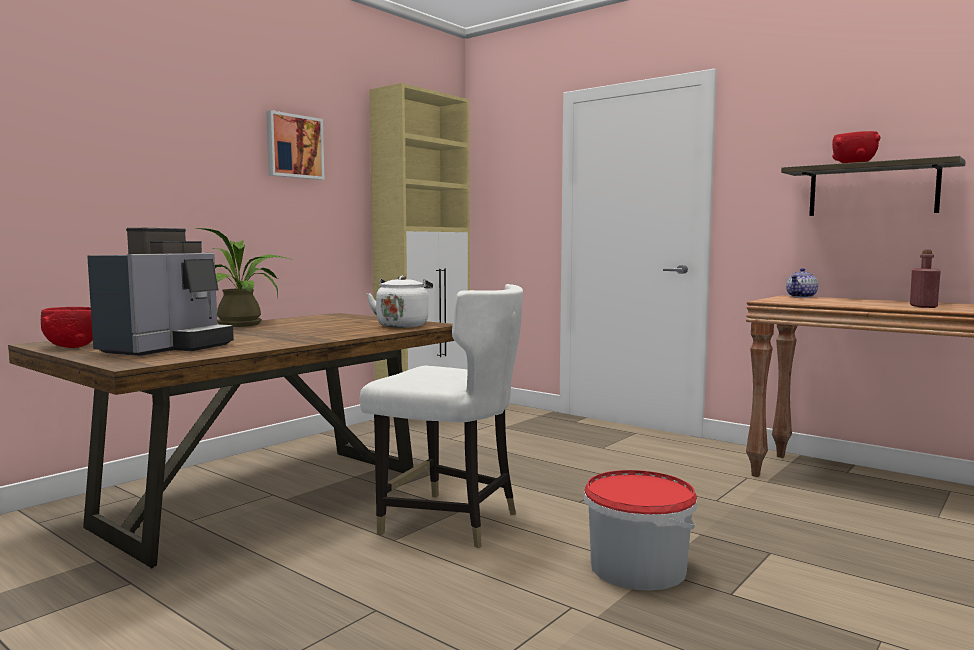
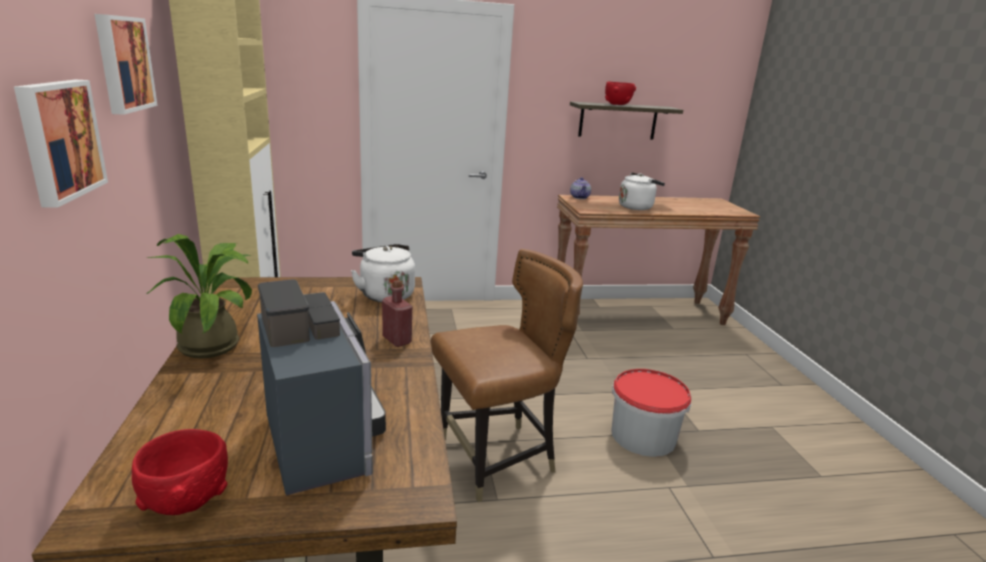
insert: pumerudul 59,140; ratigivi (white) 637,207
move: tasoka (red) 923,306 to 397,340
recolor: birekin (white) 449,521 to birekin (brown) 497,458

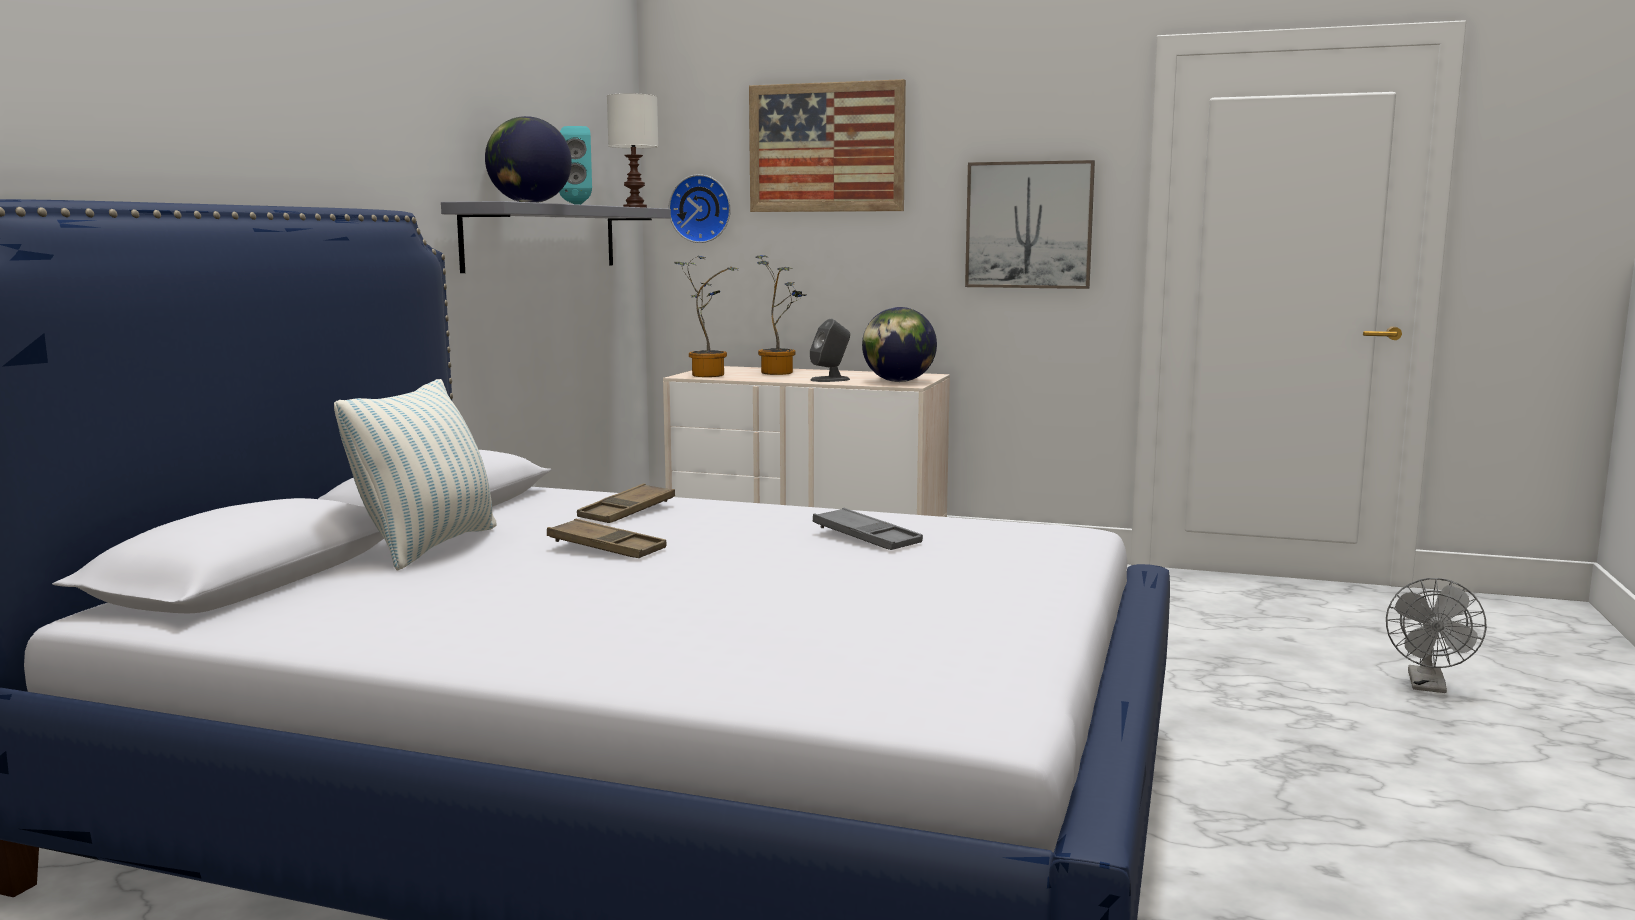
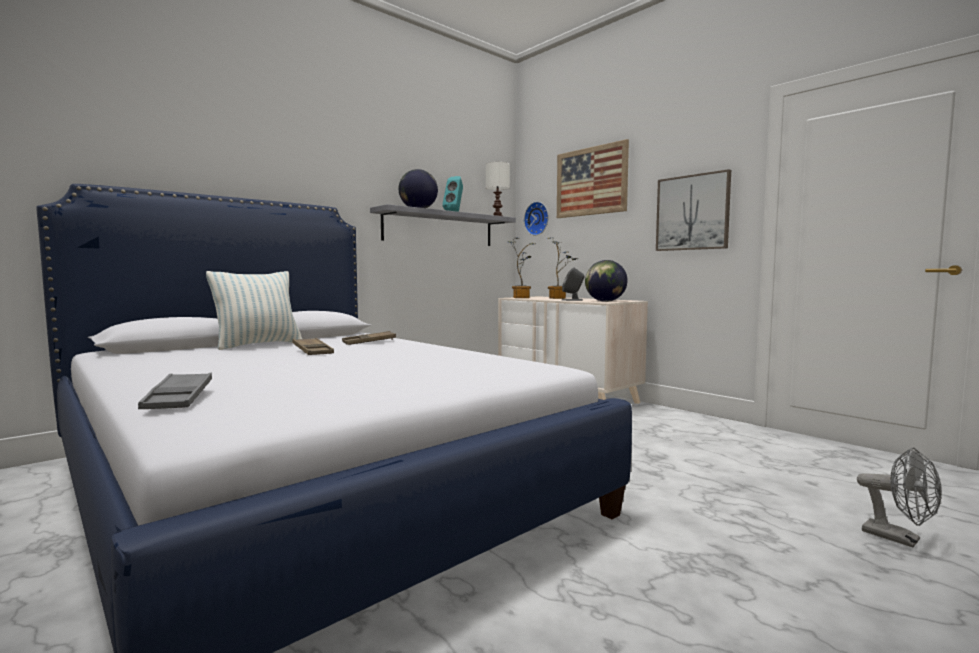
move: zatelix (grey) 866,538 to 179,398
rotate: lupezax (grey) 1428,686 = 900,538 90 degrees counterclockwise

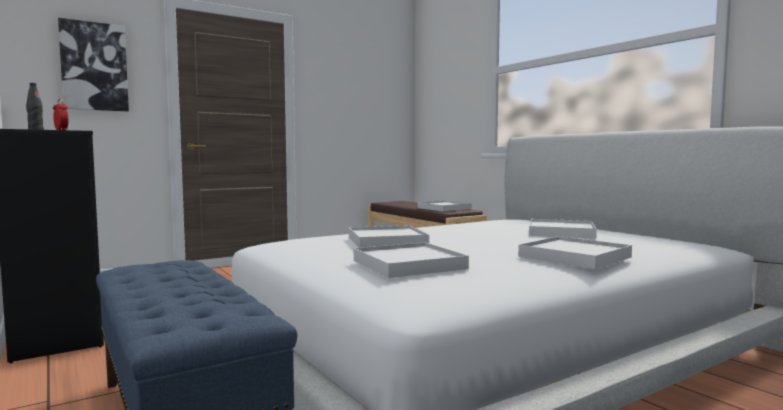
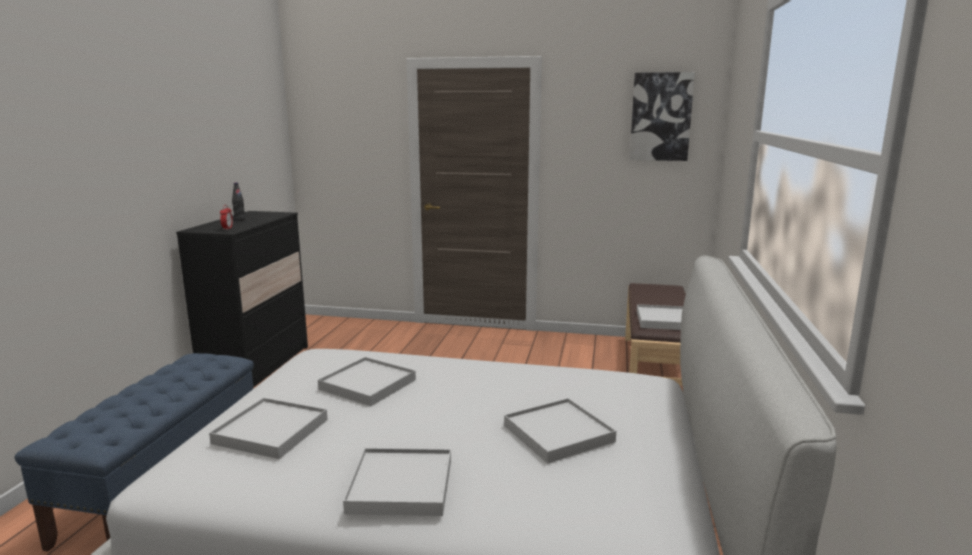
move: pumerudul 94,66 to 660,117

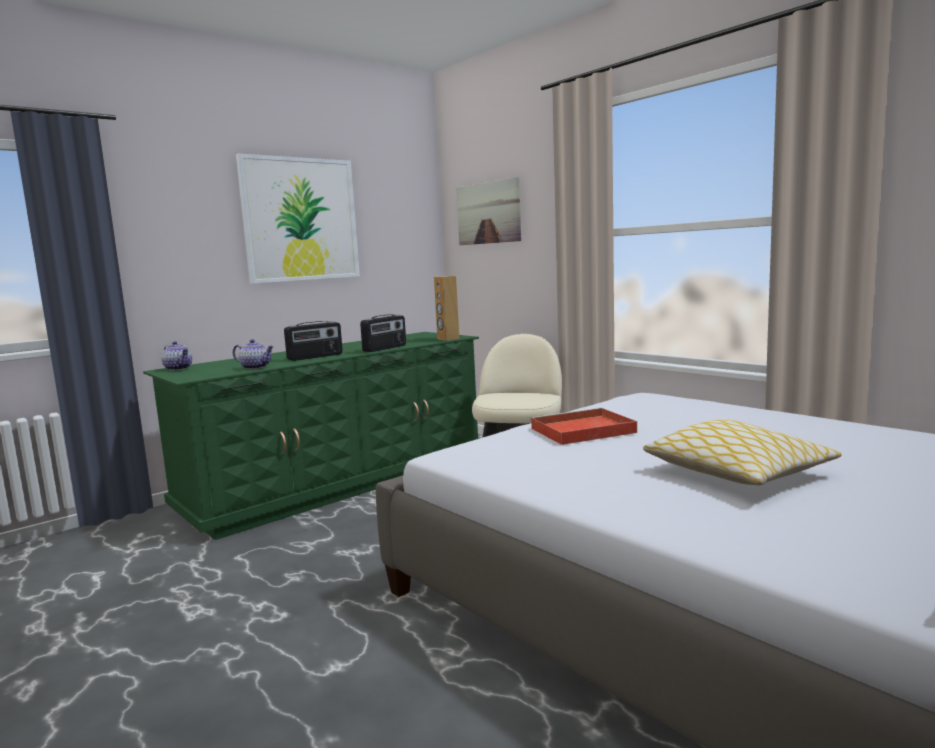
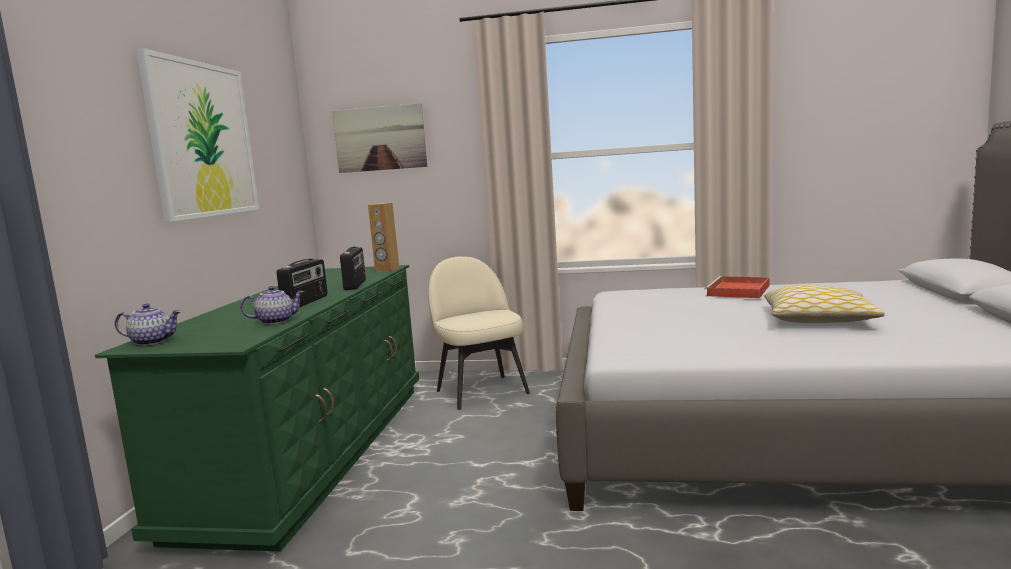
move: zatelix (red) 581,431 to 738,291

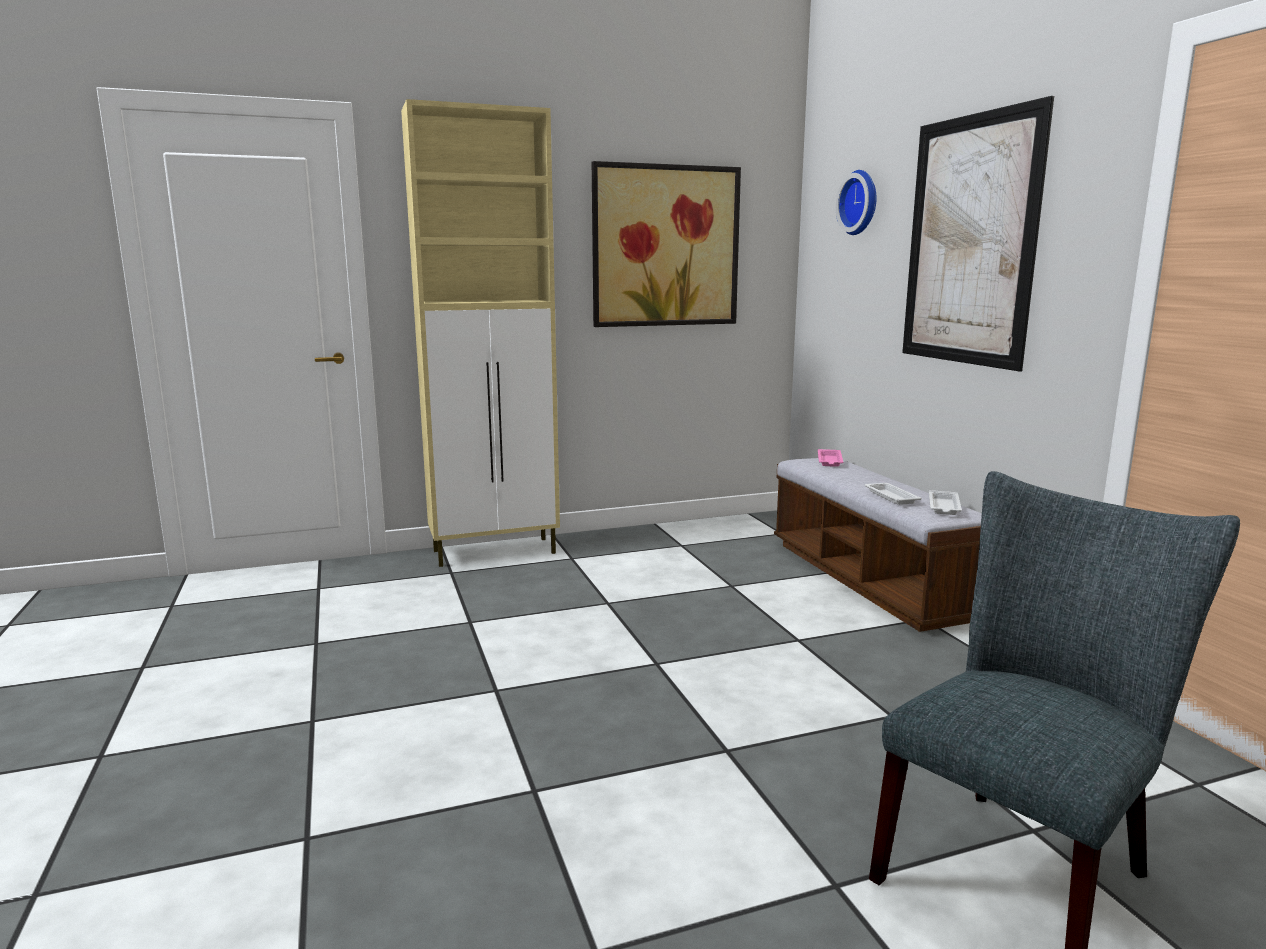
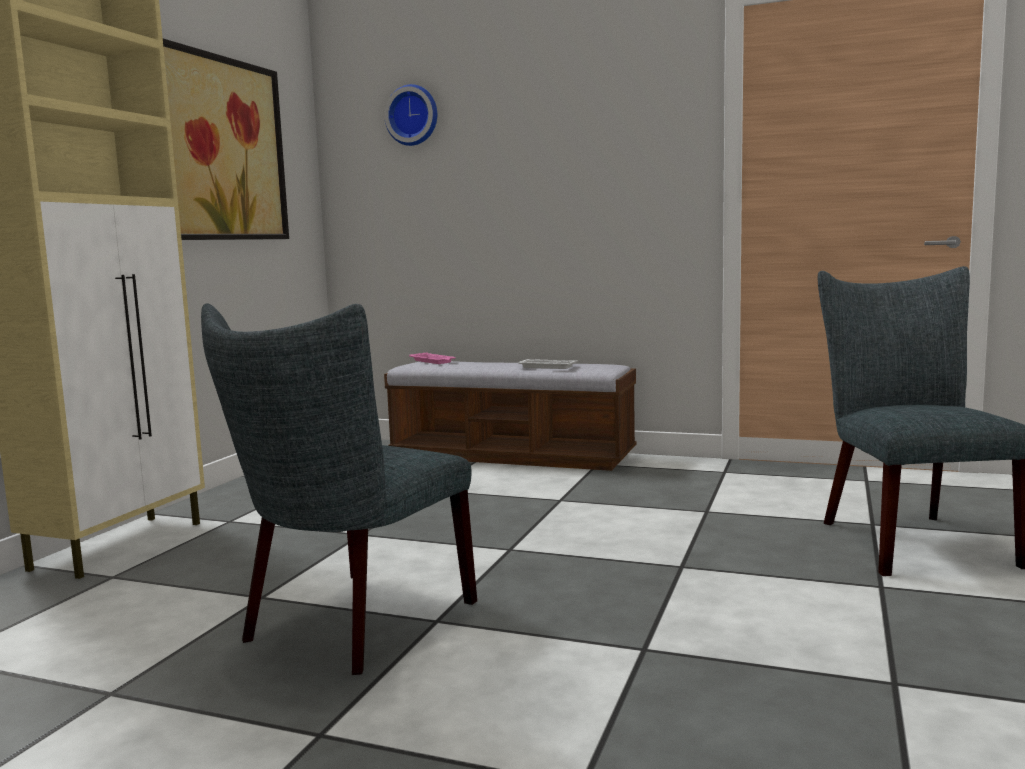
delete: pumerudul 969,241; zatelix (white) 944,507
insert: birekin (grey) 350,625

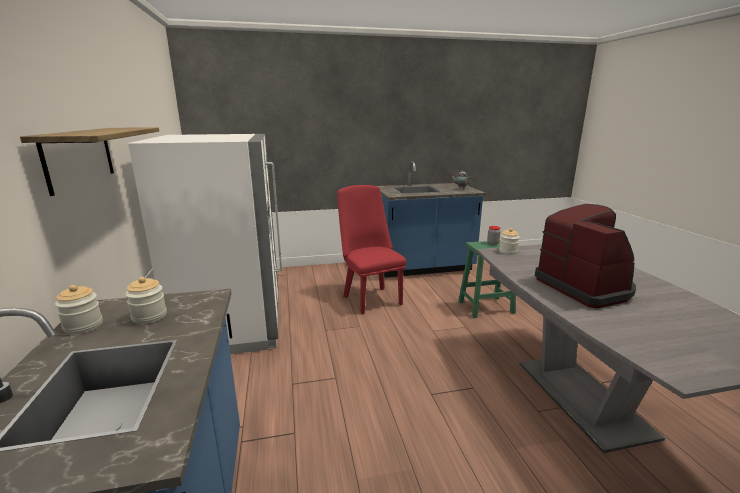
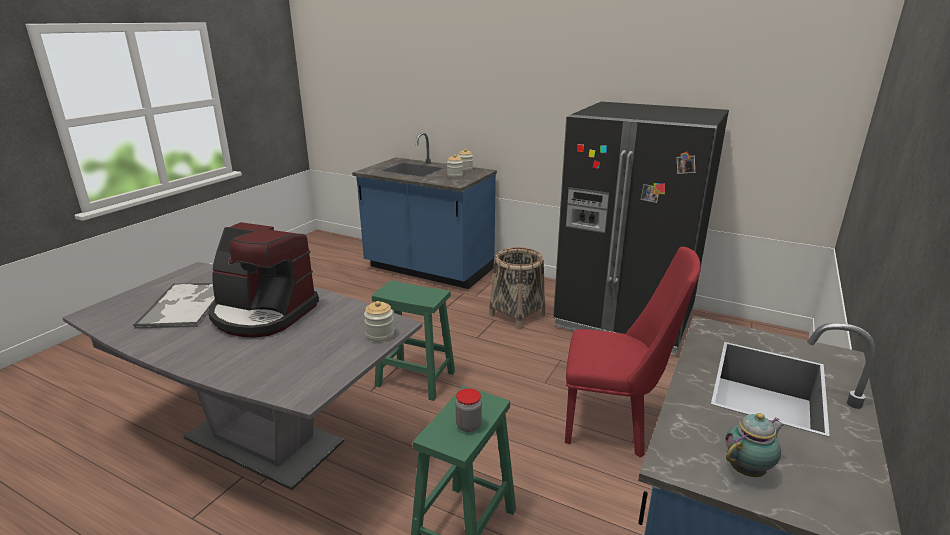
delete: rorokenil 80,157
insert: zatelix 185,305; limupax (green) 417,379; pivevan 517,315
recolor: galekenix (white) 233,325 to galekenix (black) 624,319

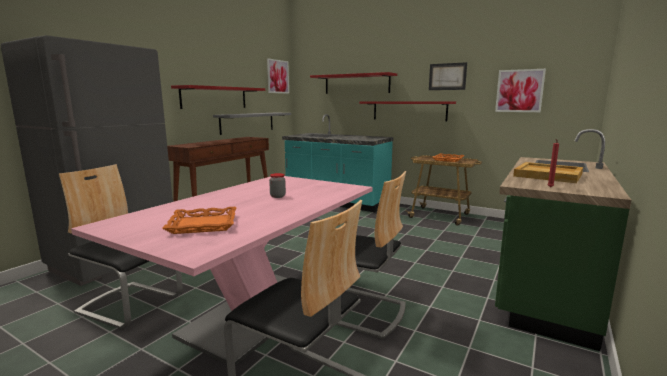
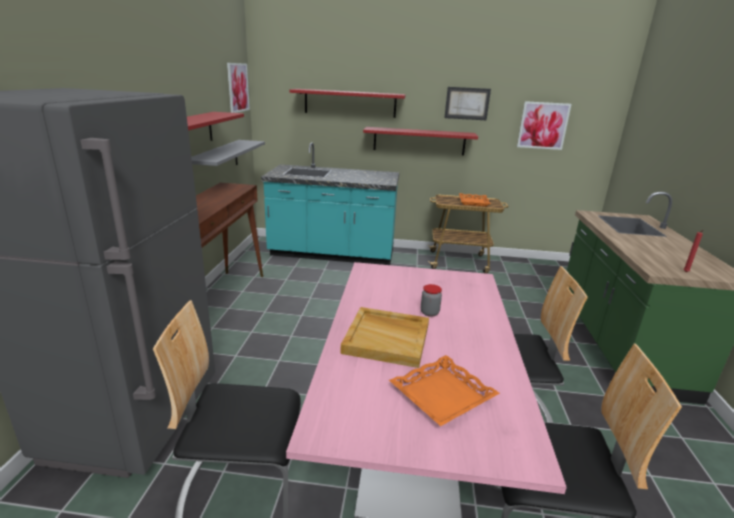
move: zatelix (beige) 548,175 to 387,339

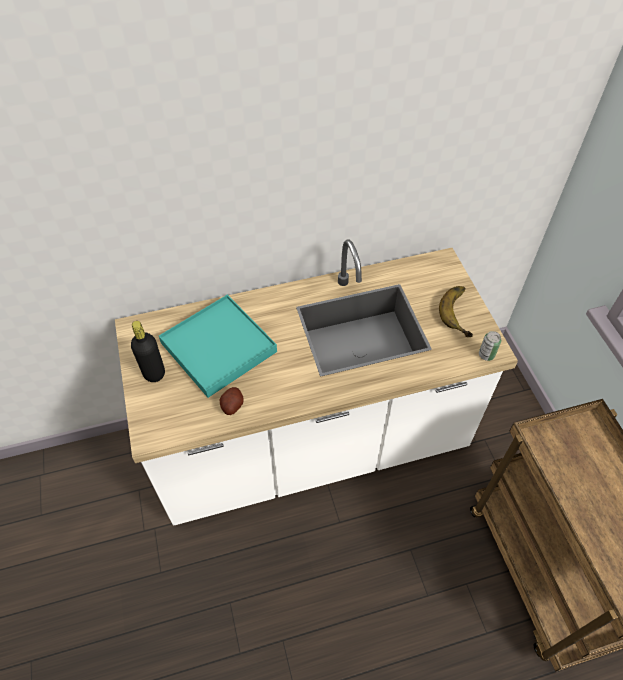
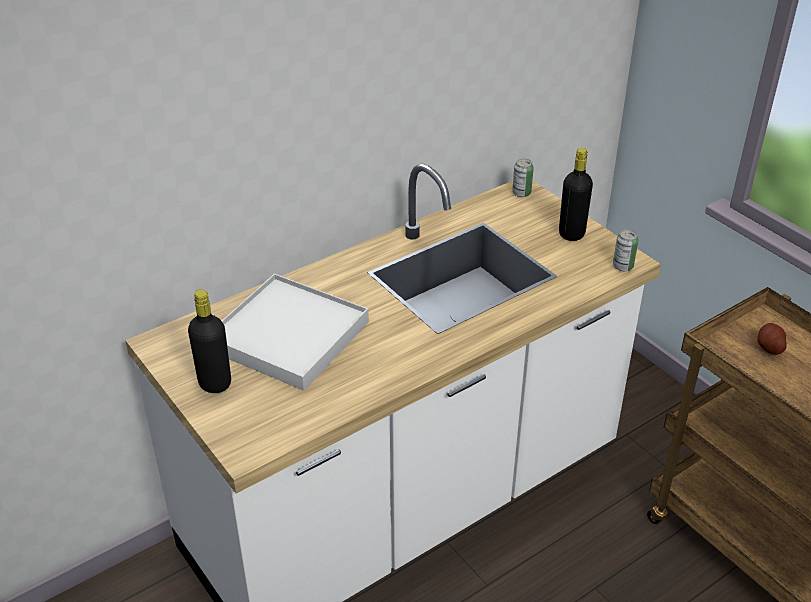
insert: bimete 521,193
move: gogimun 232,405 to 769,347
replace: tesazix 461,312 to tasoka (black) 571,234
recolor: zatelix (turquoise) 219,347 to zatelix (white) 289,335

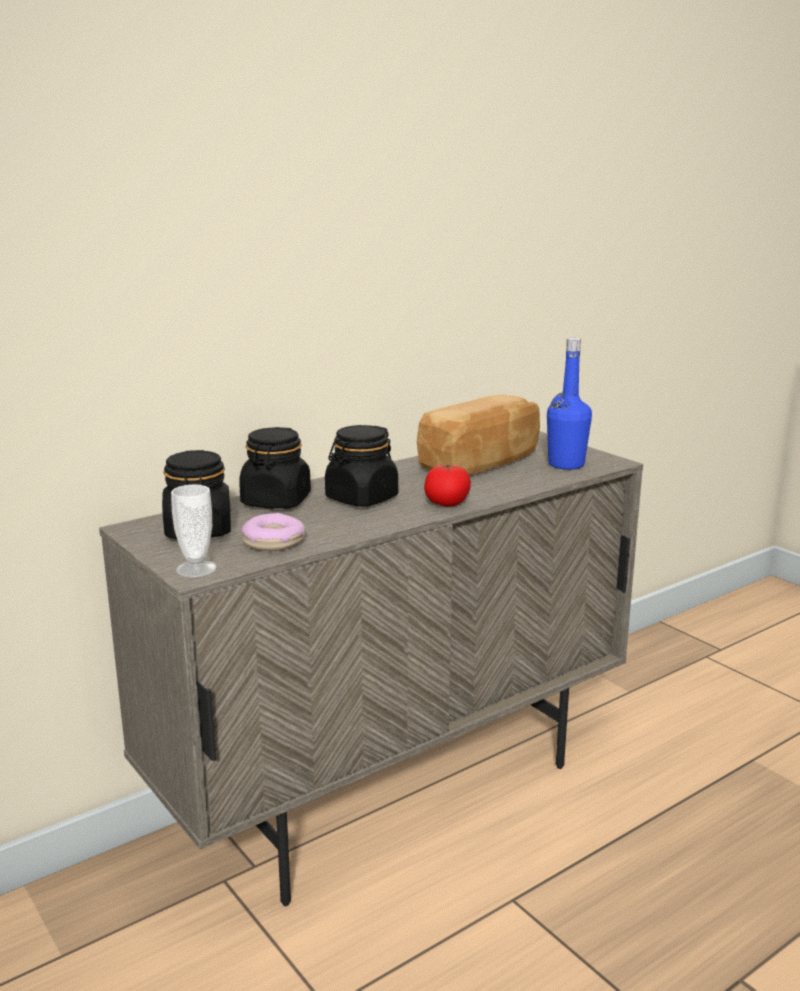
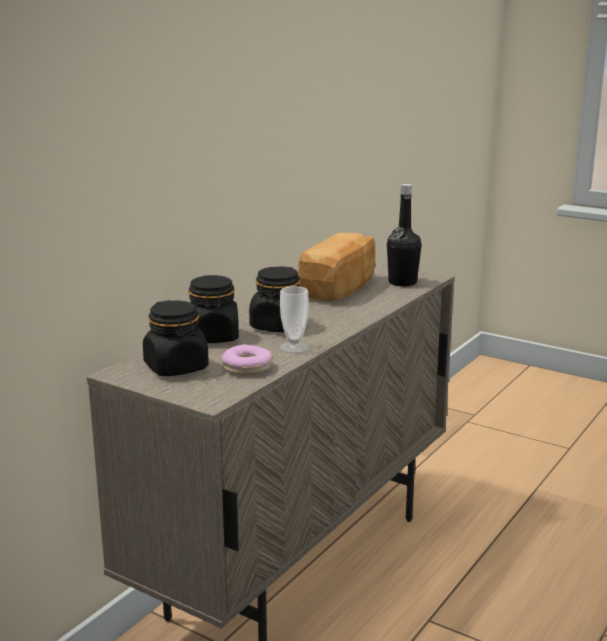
delete: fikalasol 447,503
move: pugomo 196,569 to 294,347
recolor: tasoka (blue) 566,464 to tasoka (black) 402,282

